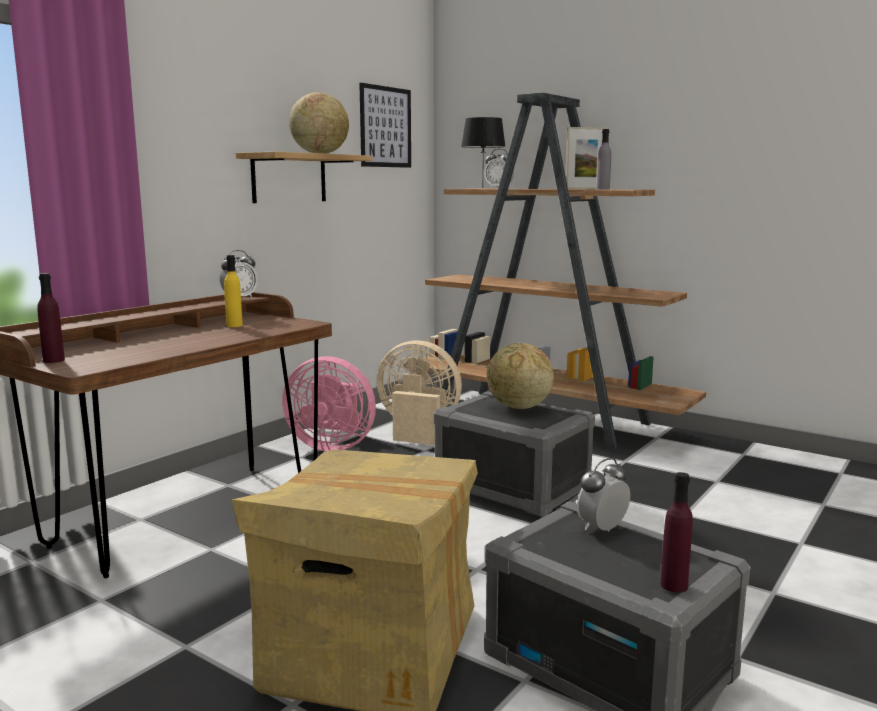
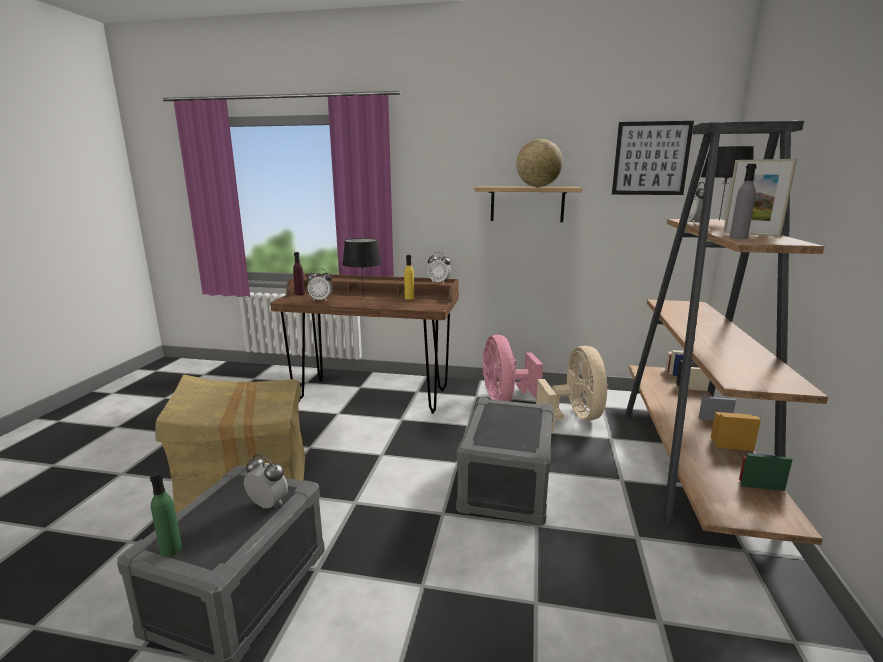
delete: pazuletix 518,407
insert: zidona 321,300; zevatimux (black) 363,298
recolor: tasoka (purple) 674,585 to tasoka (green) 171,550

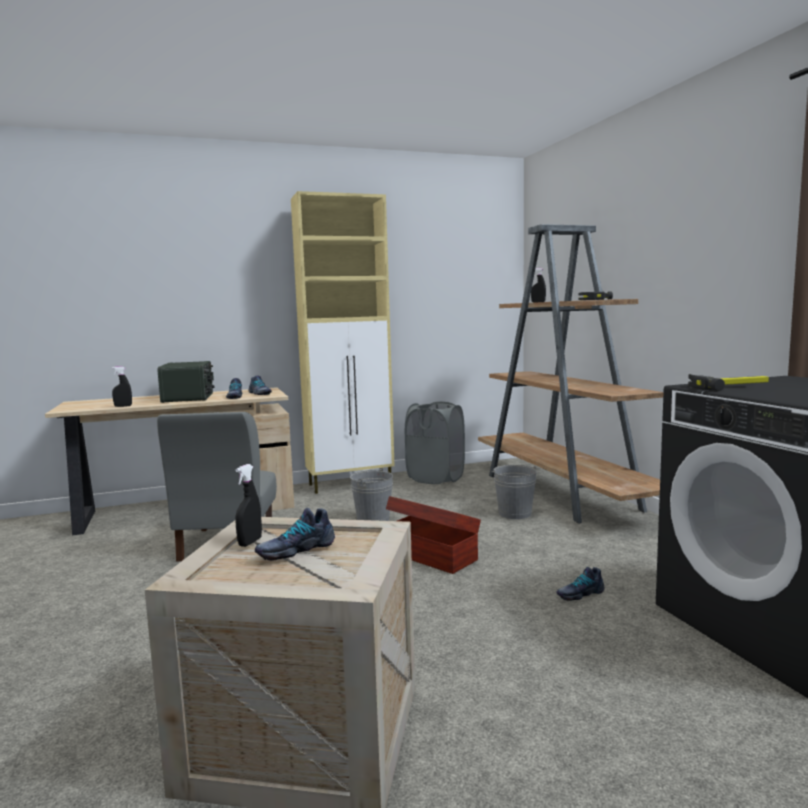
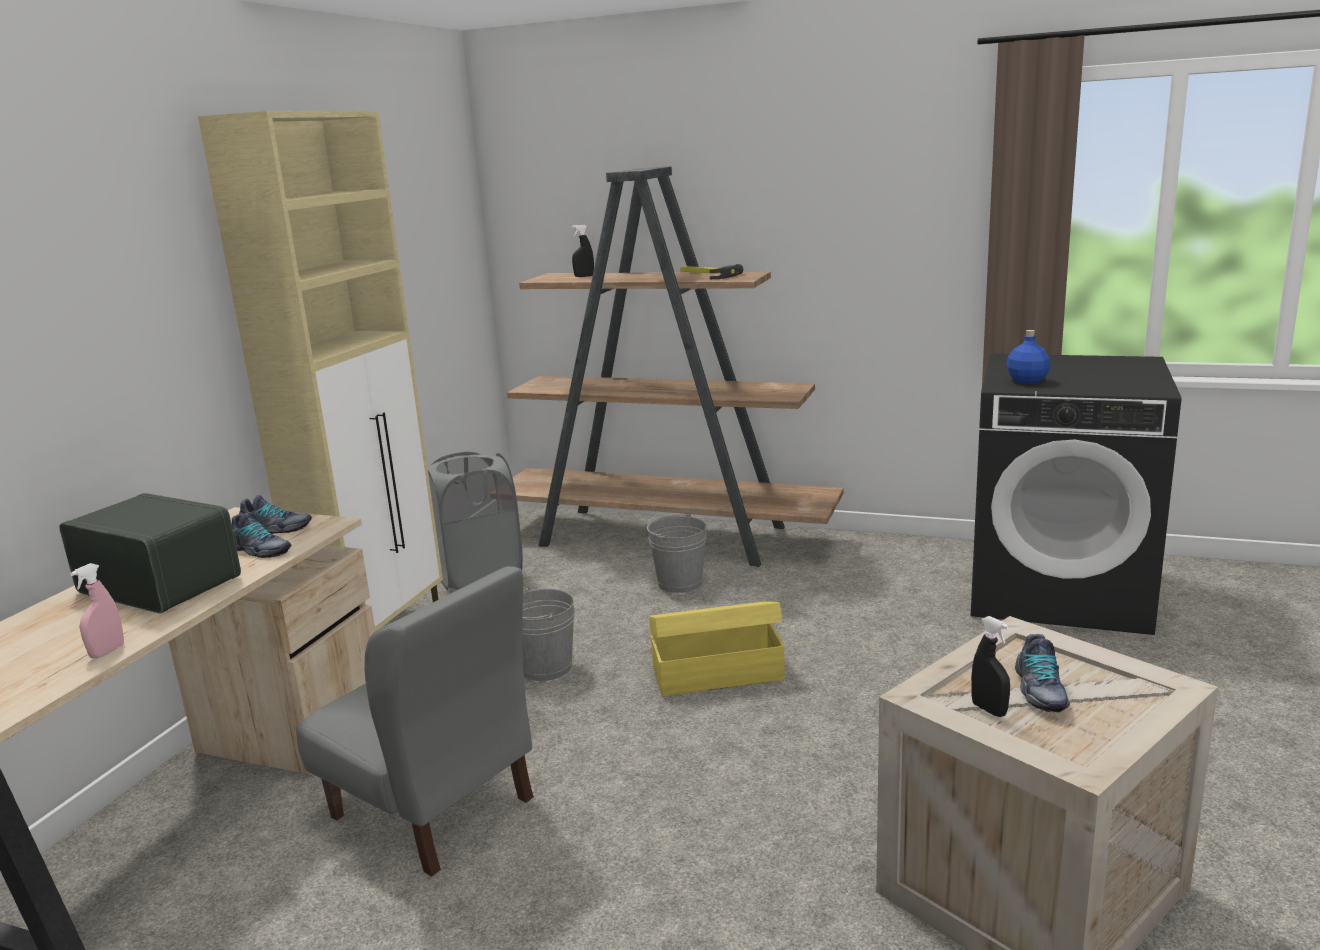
delete: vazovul 579,593
replace: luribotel 729,386 to tasoka (blue) 1026,381
recolor: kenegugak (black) 123,406 to kenegugak (pink) 107,651; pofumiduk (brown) 430,555 to pofumiduk (yellow) 716,673

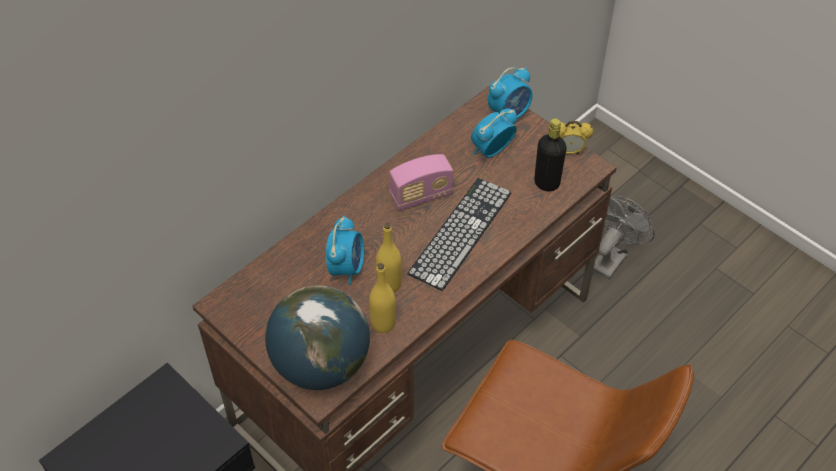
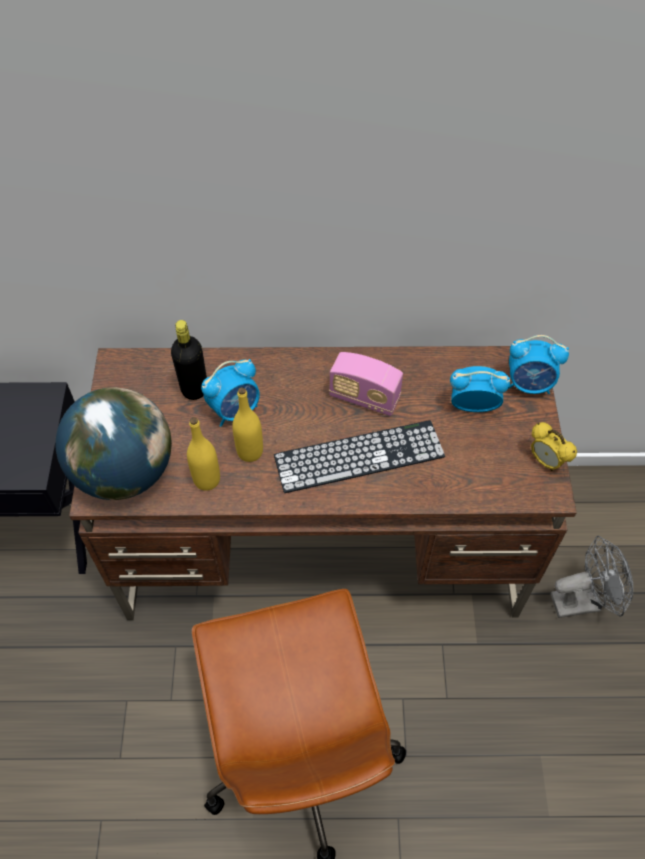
move: tasoka (black) 546,183 to 194,389

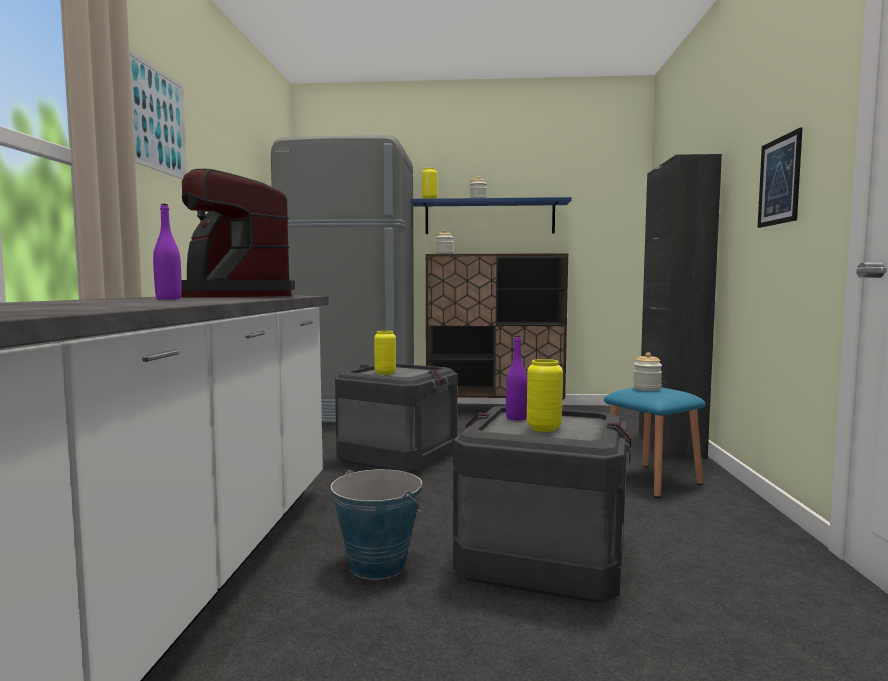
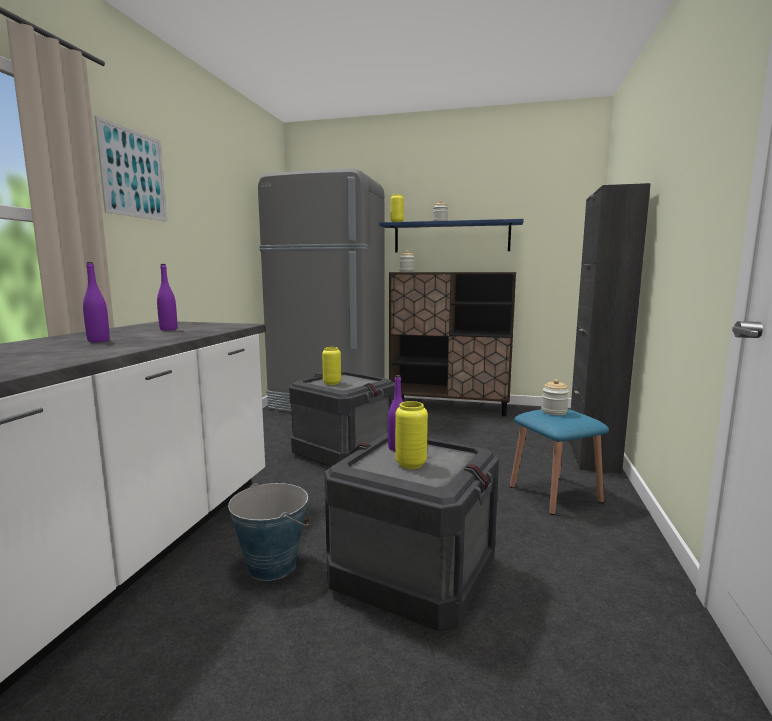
delete: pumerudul 779,181
replace: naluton 225,296 to tasoka (purple) 168,329

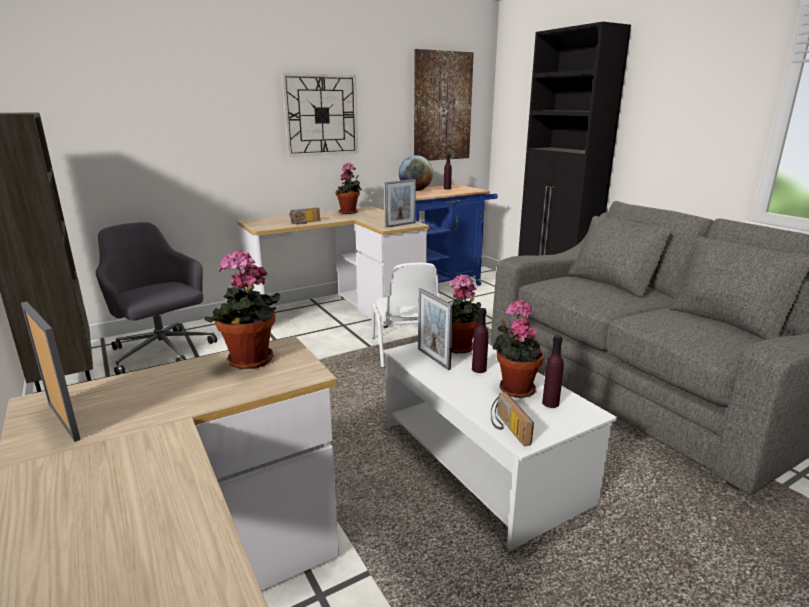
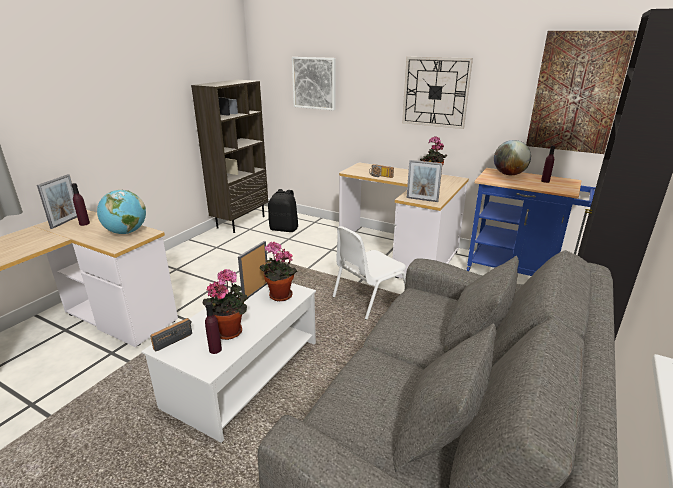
insert: pumerudul 314,83
move: tasoka (purple) 479,369 to 84,223
replace: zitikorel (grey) 162,352 to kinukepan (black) 284,229; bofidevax 250,362 to pazuletix 126,232

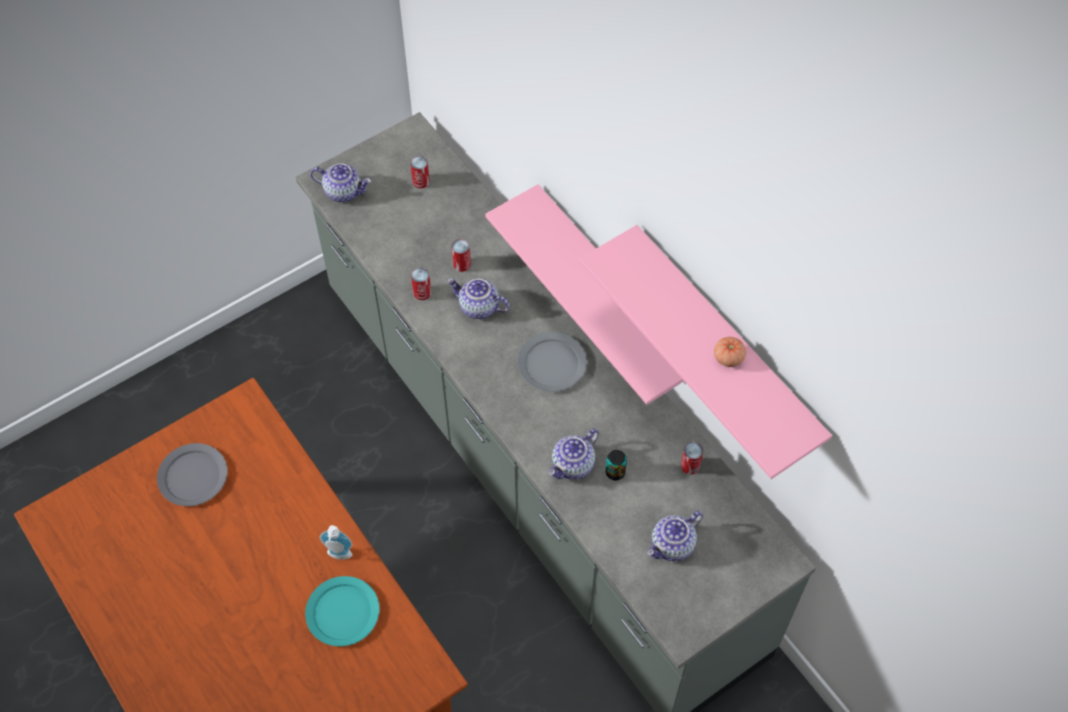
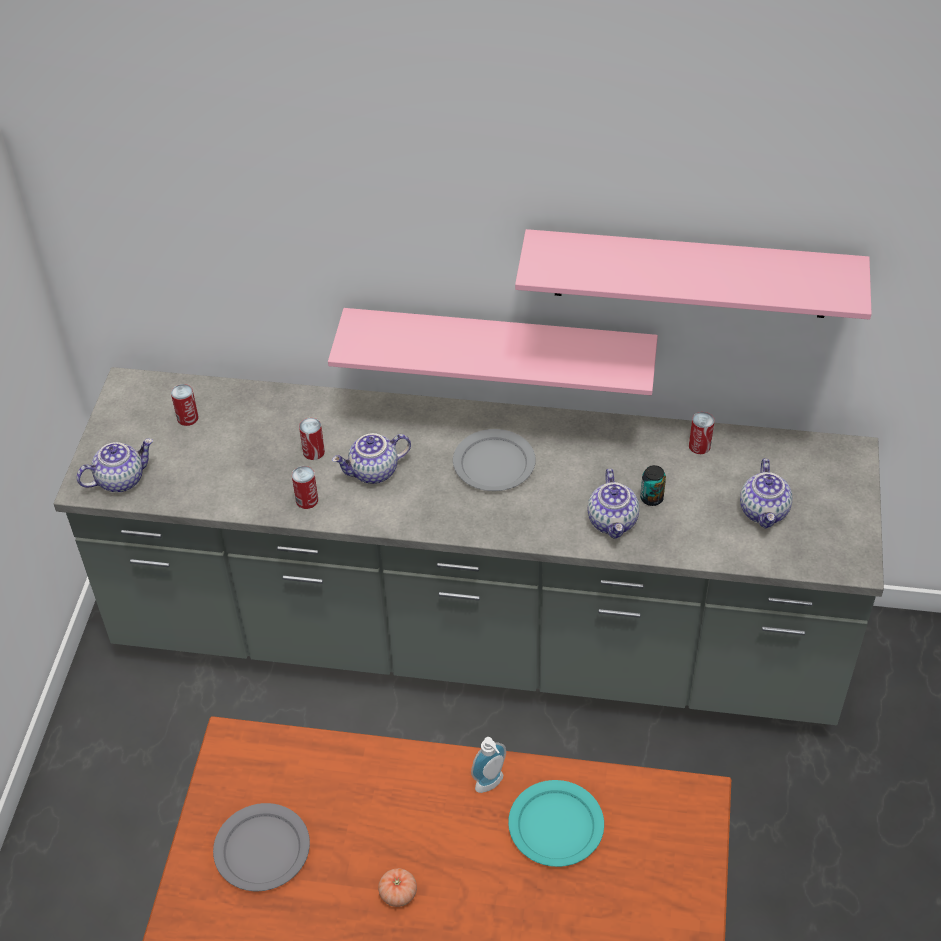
move: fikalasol 728,357 to 398,893

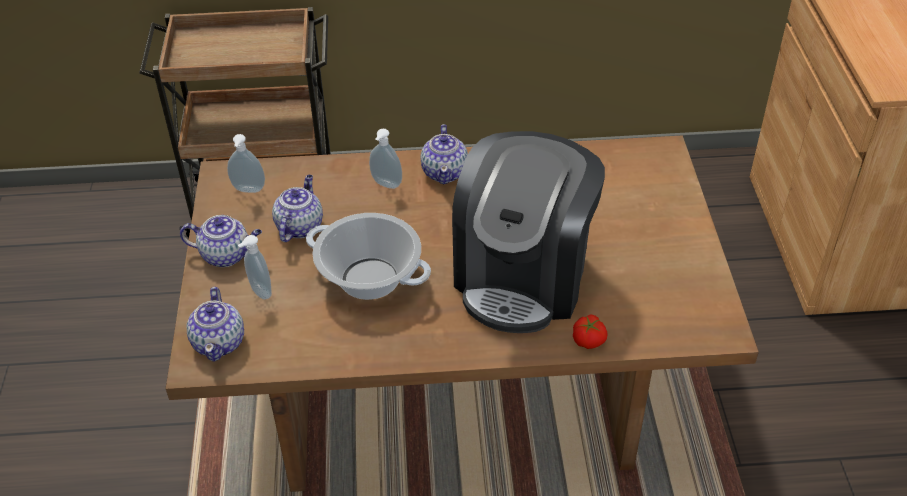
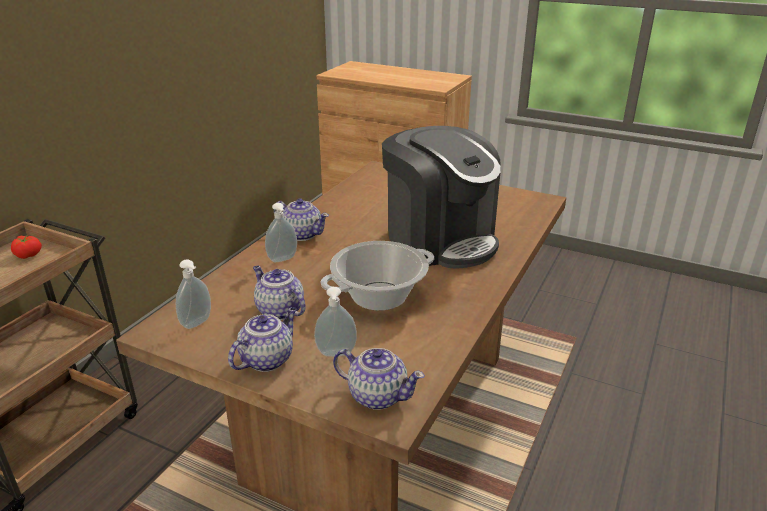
move: fikalasol 589,339 to 28,254

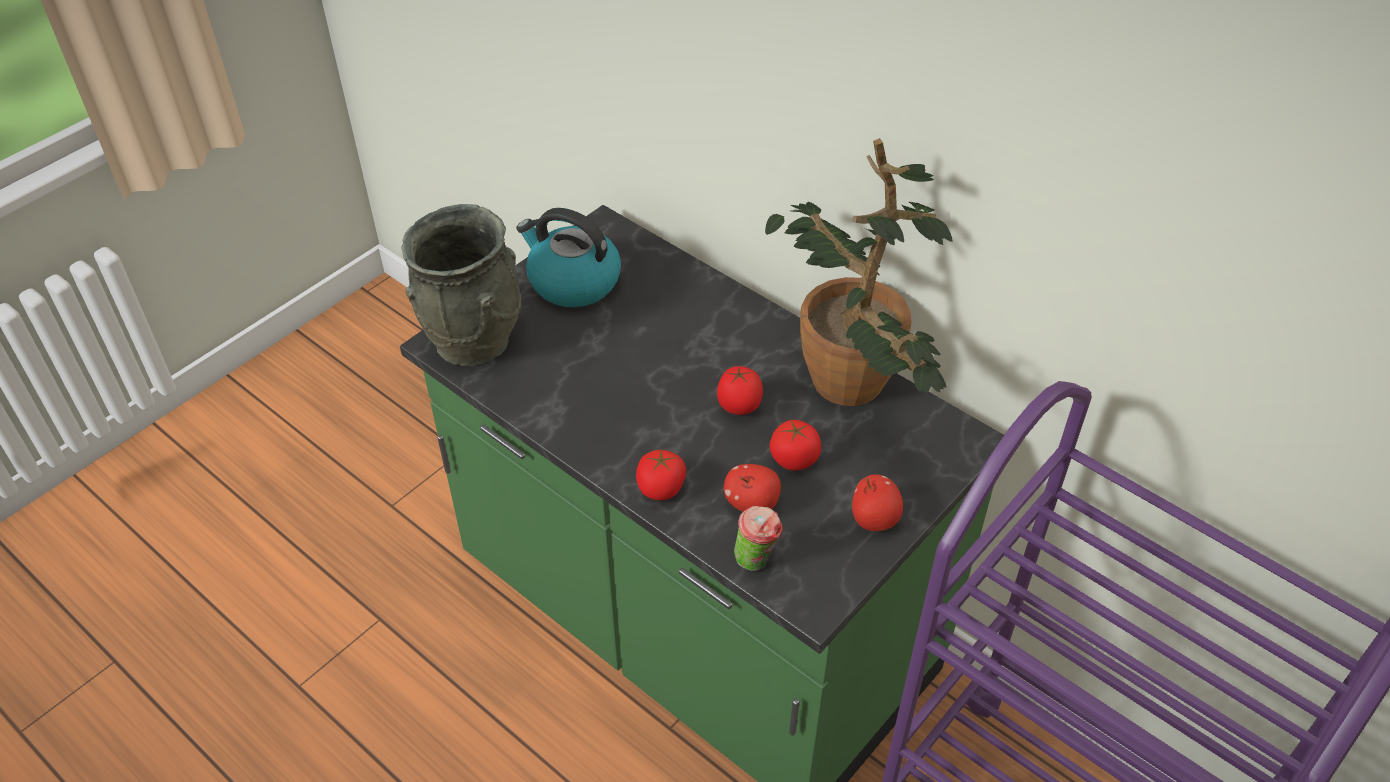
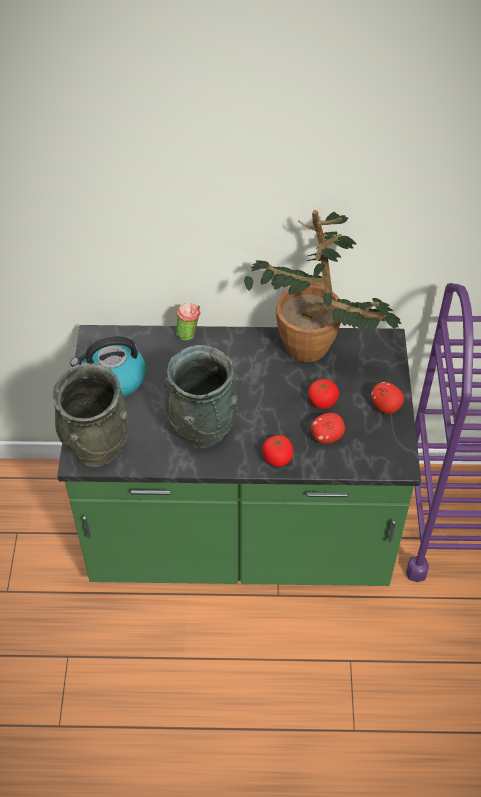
delete: fikalasol 739,407
insert: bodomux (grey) 203,429
move: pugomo 757,560 to 189,334

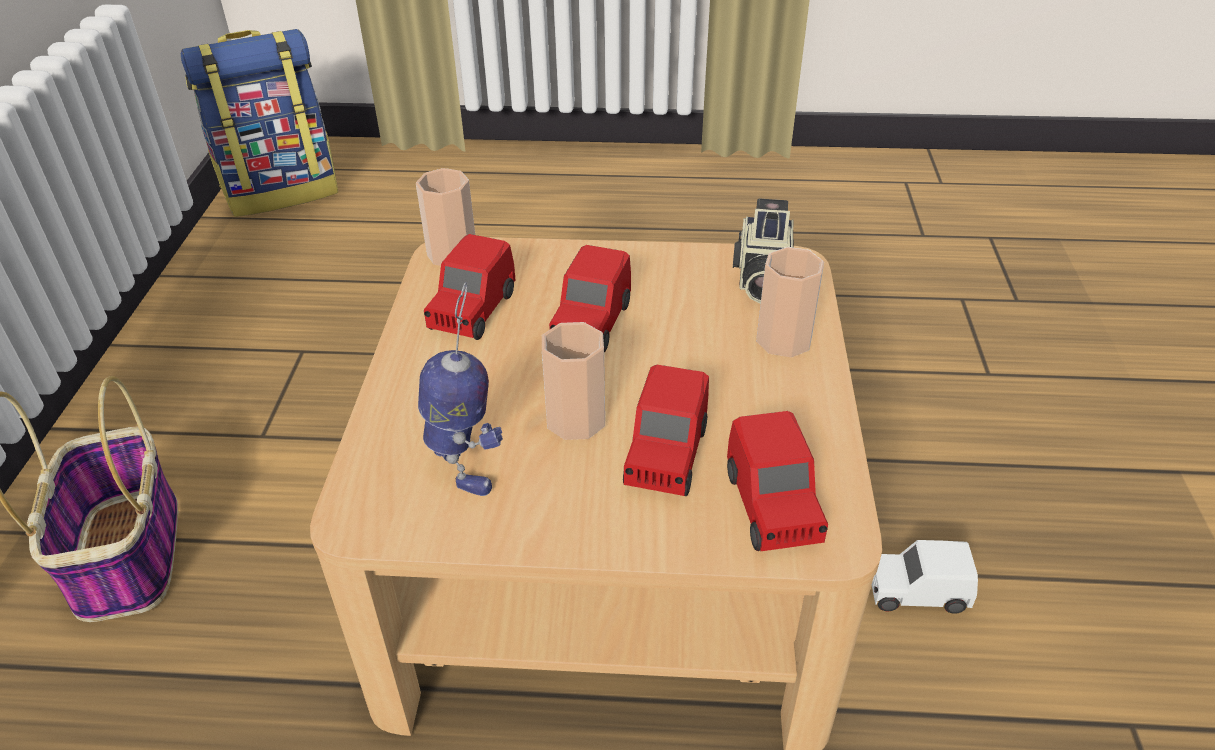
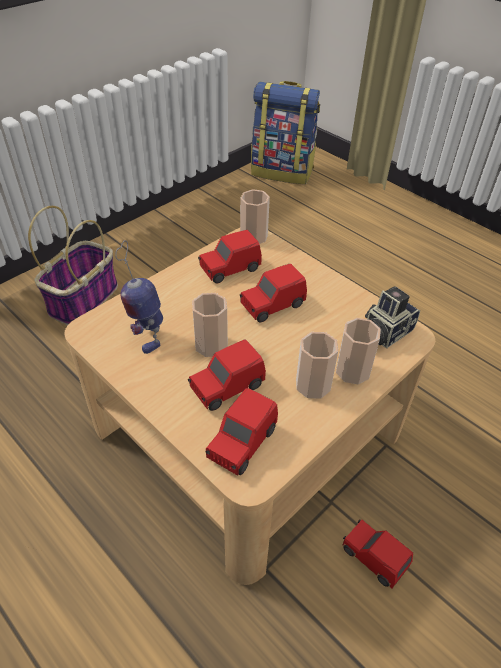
insert: pugomo 313,385
recolor: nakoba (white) 915,592 to nakoba (red) 373,557
rotate: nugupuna 465,466 = 146,335 150 degrees clockwise

